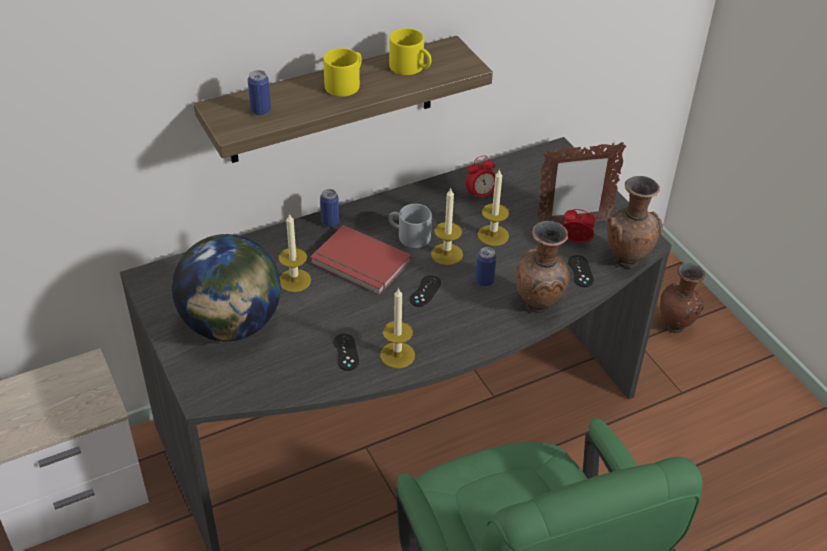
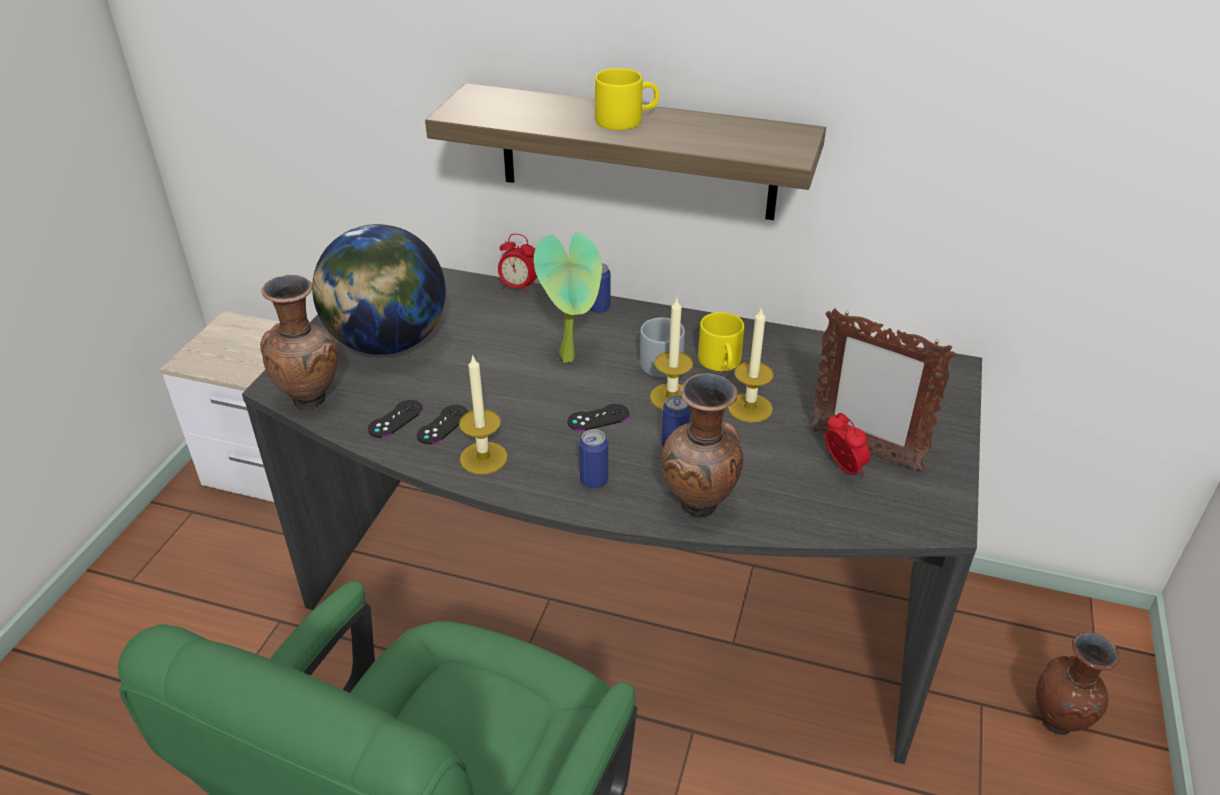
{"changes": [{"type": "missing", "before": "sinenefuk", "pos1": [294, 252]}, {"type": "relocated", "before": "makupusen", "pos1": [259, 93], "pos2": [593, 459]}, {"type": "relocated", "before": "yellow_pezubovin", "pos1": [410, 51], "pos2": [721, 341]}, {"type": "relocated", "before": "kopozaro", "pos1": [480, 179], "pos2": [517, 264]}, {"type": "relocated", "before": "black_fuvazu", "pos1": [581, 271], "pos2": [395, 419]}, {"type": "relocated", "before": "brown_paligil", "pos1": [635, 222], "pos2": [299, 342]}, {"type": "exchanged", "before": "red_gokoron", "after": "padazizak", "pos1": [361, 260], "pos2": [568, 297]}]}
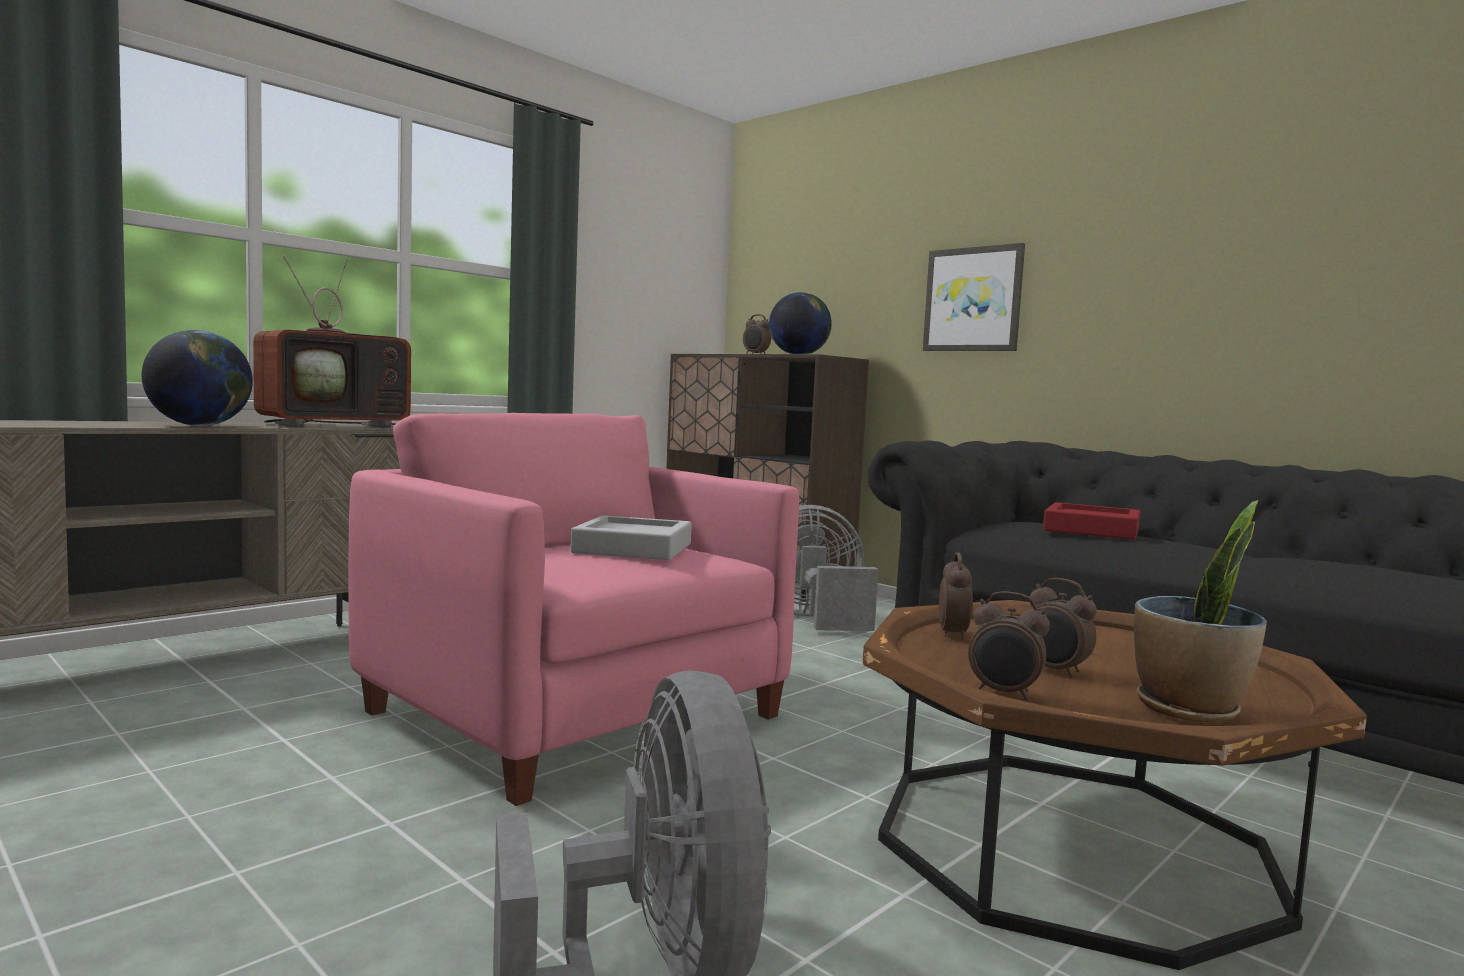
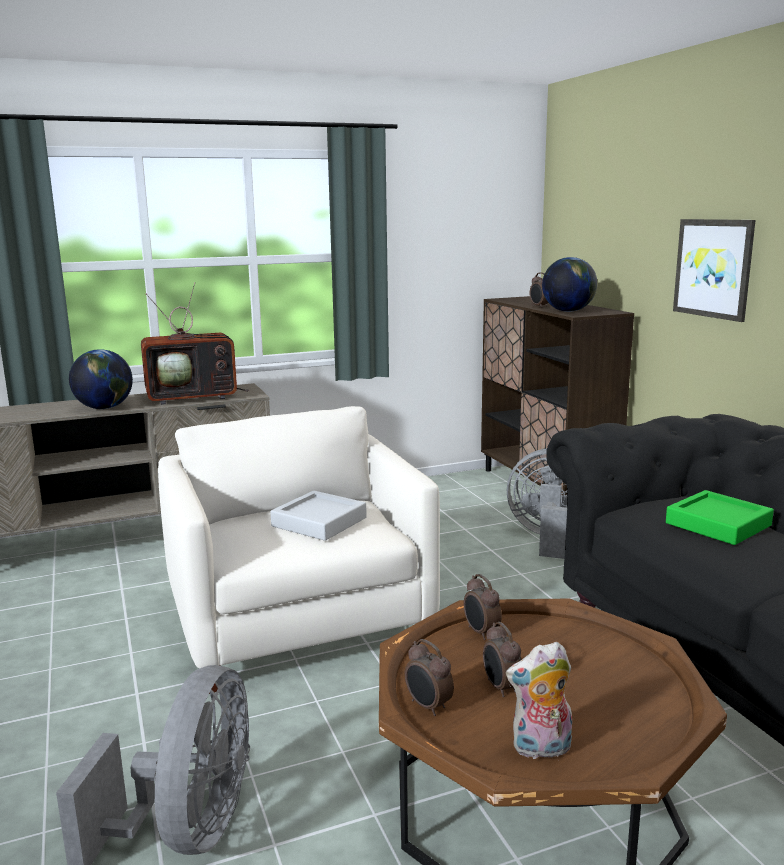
{"changes": [{"type": "exchanged", "before": "padazizak", "after": "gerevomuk", "pos1": [1200, 611], "pos2": [539, 700]}, {"type": "colour", "before": "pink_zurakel", "after": "white_zurakel", "pos1": [574, 609], "pos2": [299, 550]}, {"type": "colour", "before": "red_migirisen", "after": "green_migirisen", "pos1": [1091, 521], "pos2": [720, 517]}, {"type": "spun", "before": "kopozaro", "pos1": [956, 596], "pos2": [483, 607], "turn": 120}]}
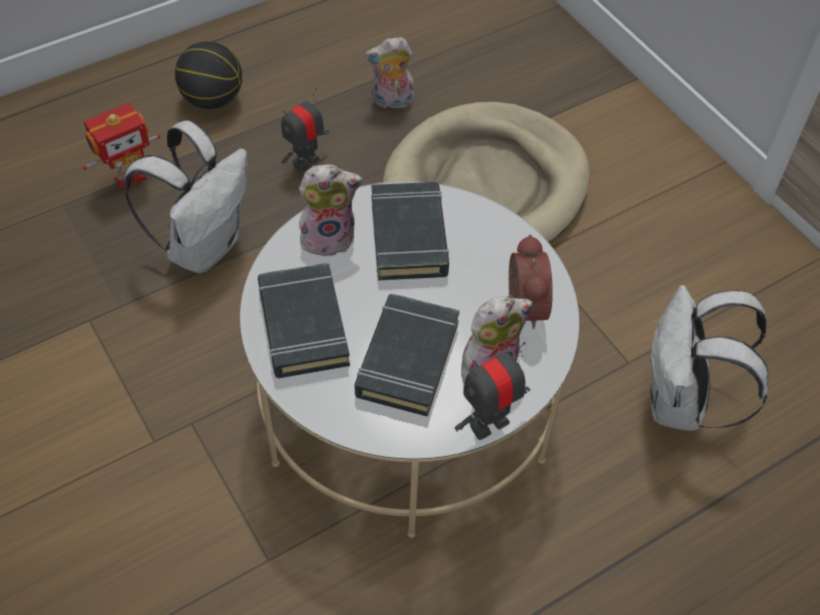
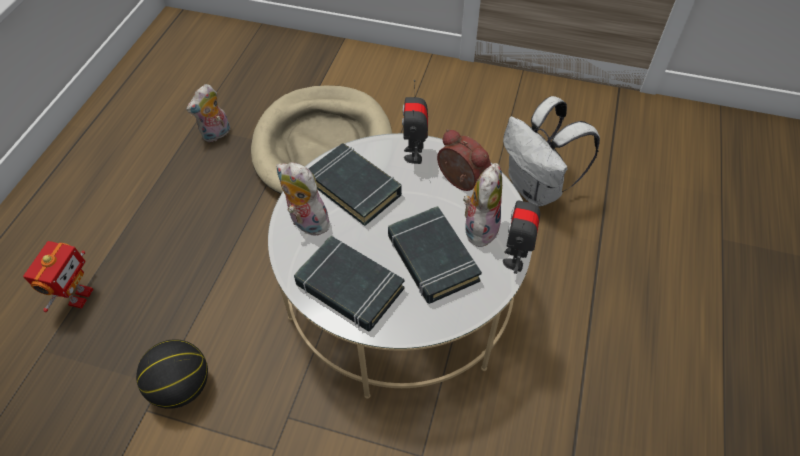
{"changes": [{"type": "missing", "before": "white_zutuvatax", "pos1": [186, 196]}, {"type": "relocated", "before": "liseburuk", "pos1": [208, 75], "pos2": [172, 374]}, {"type": "relocated", "before": "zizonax", "pos1": [305, 130], "pos2": [415, 122]}, {"type": "spun", "before": "gerevomuk", "pos1": [331, 210], "pos2": [303, 198], "turn": -90}]}
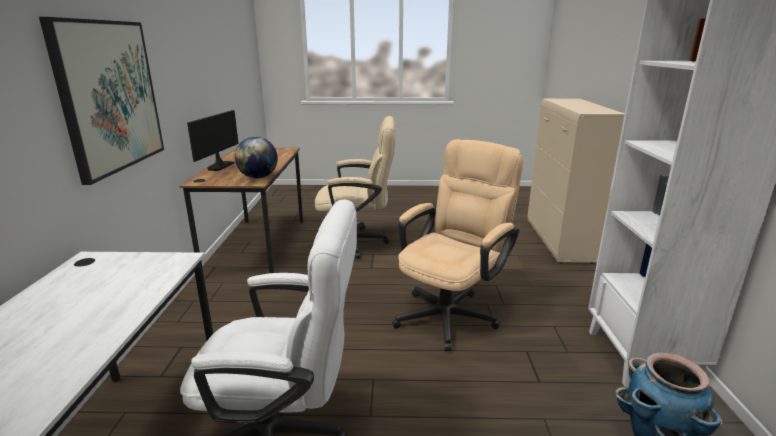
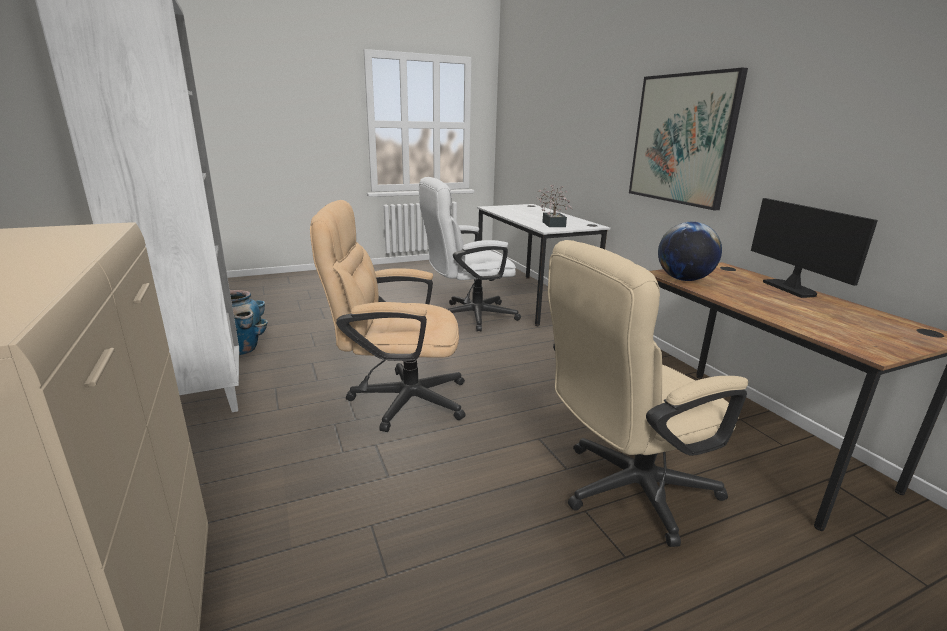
{"changes": [{"type": "appeared", "after": "padazizak", "pos2": [554, 205]}, {"type": "spun", "before": "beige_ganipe", "pos1": [457, 245], "pos2": [387, 316], "turn": 75}]}
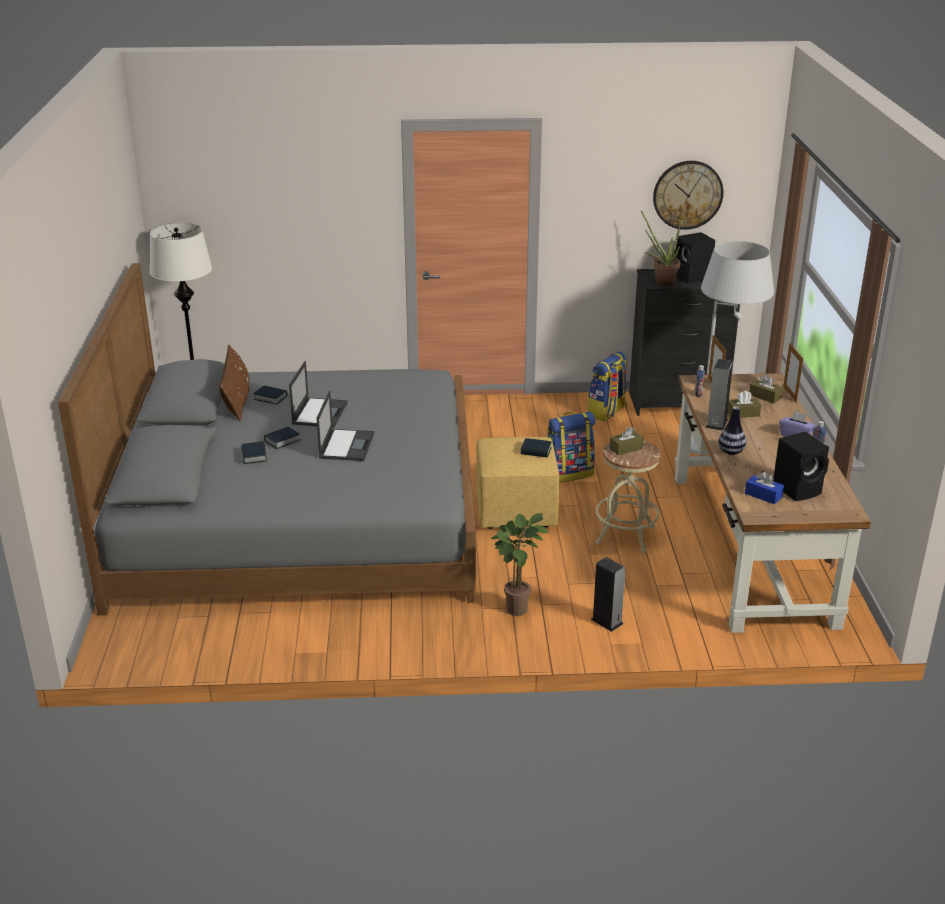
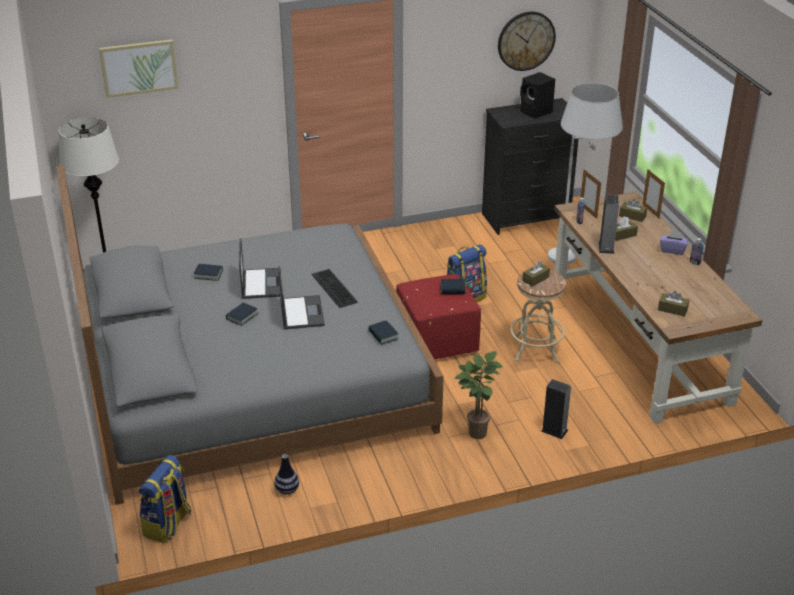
{"changes": [{"type": "missing", "before": "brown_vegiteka", "pos1": [234, 382]}, {"type": "missing", "before": "padazizak", "pos1": [661, 249]}, {"type": "missing", "before": "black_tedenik", "pos1": [801, 466]}, {"type": "appeared", "after": "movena", "pos2": [138, 69]}, {"type": "appeared", "after": "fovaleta", "pos2": [335, 288]}, {"type": "relocated", "before": "gokoron", "pos1": [254, 452], "pos2": [383, 332]}, {"type": "relocated", "before": "zutuvatax", "pos1": [607, 386], "pos2": [165, 499]}, {"type": "relocated", "before": "paligil", "pos1": [732, 430], "pos2": [286, 474]}, {"type": "colour", "before": "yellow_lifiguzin", "after": "red_lifiguzin", "pos1": [518, 483], "pos2": [438, 316]}, {"type": "colour", "before": "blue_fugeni", "after": "brown_fugeni", "pos1": [764, 487], "pos2": [673, 304]}]}
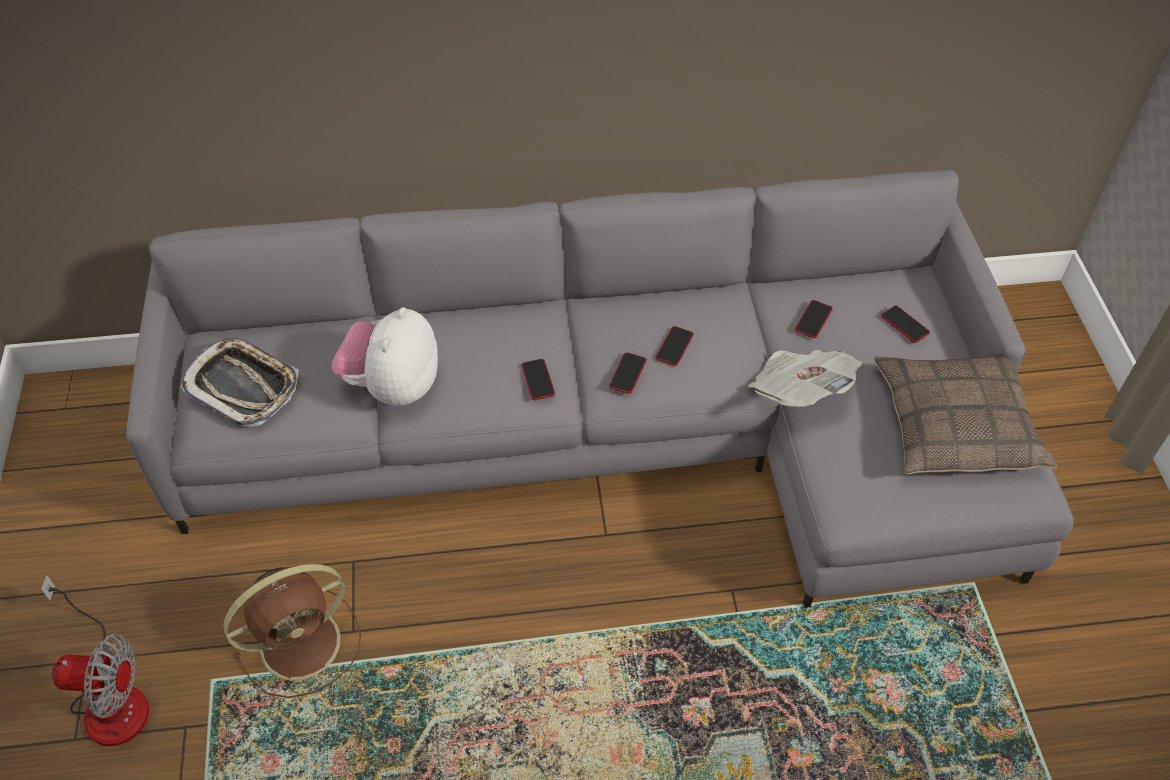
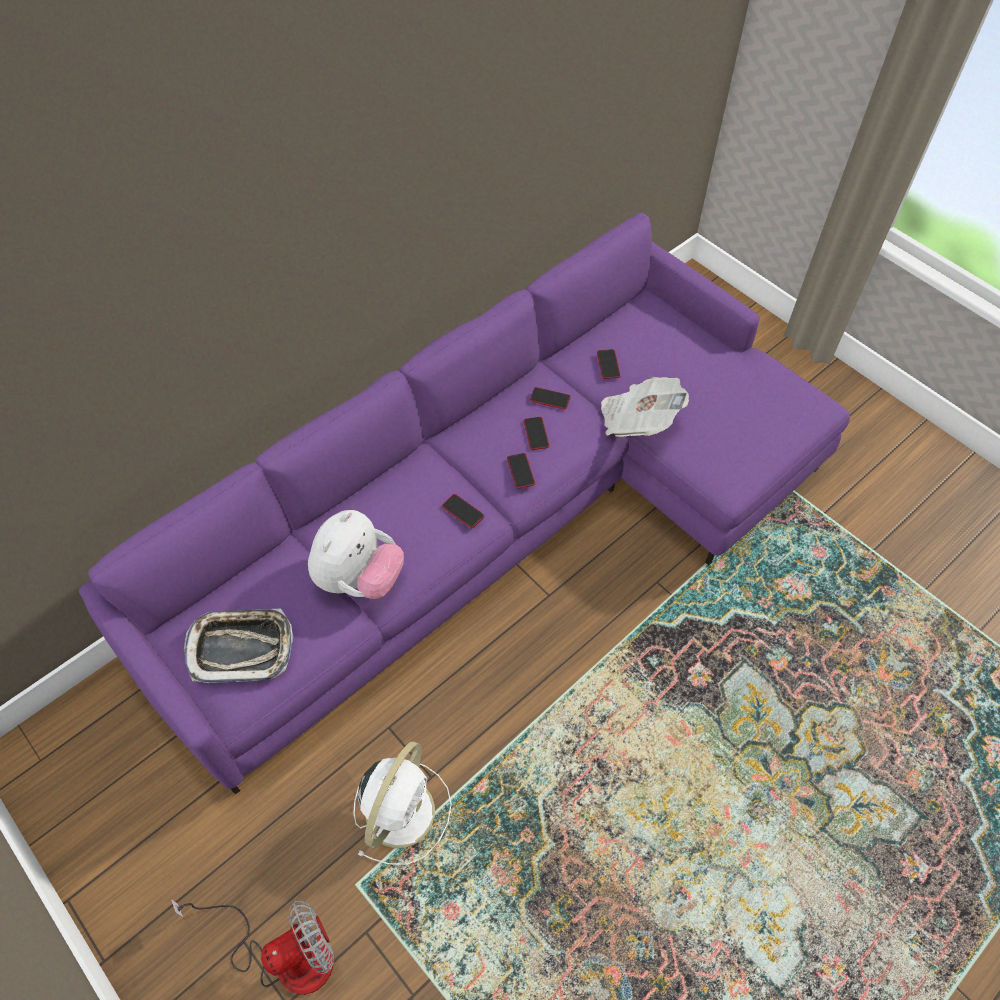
{"changes": [{"type": "missing", "before": "vegiteka", "pos1": [965, 414]}, {"type": "relocated", "before": "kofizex", "pos1": [905, 324], "pos2": [550, 398]}, {"type": "colour", "before": "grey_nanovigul", "after": "purple_nanovigul", "pos1": [599, 389], "pos2": [464, 504]}, {"type": "colour", "before": "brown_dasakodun", "after": "white_dasakodun", "pos1": [292, 631], "pos2": [402, 803]}, {"type": "spun", "before": "gerevomuk", "pos1": [385, 356], "pos2": [356, 554], "turn": -135}]}
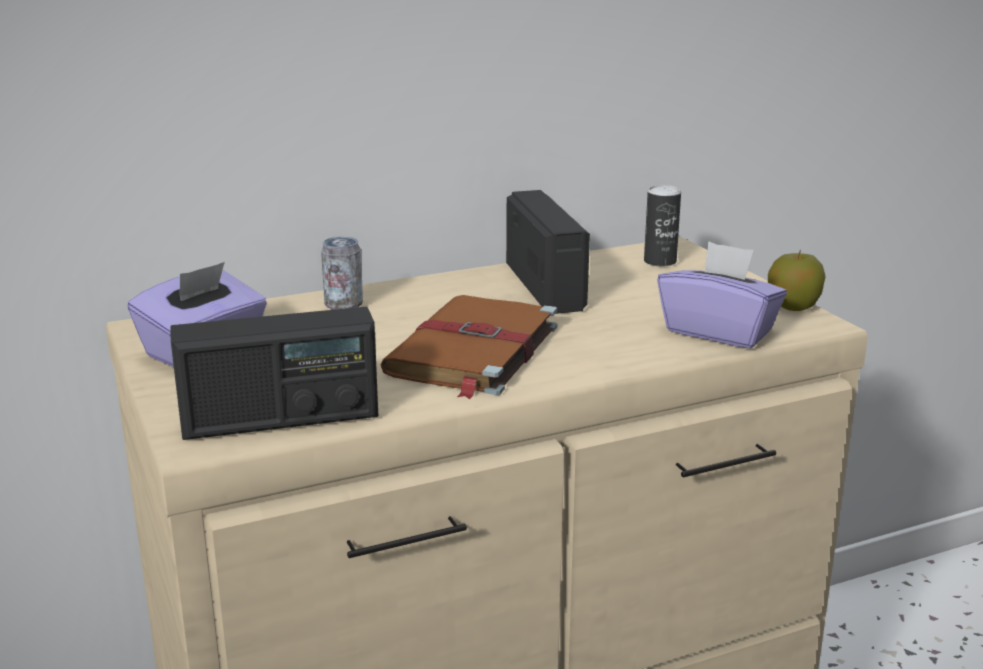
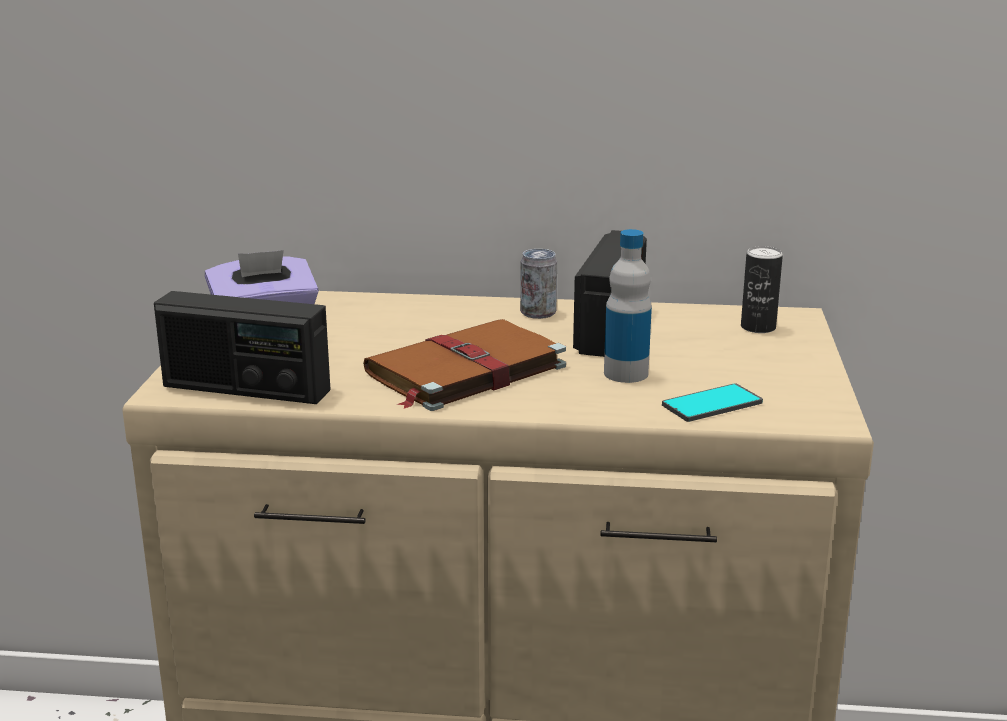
{"changes": [{"type": "missing", "before": "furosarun", "pos1": [797, 280]}, {"type": "appeared", "after": "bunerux", "pos2": [628, 306]}, {"type": "relocated", "before": "makupusen", "pos1": [342, 273], "pos2": [538, 284]}, {"type": "exchanged", "before": "purple_fugeni", "after": "kofizex", "pos1": [722, 295], "pos2": [712, 402]}]}
